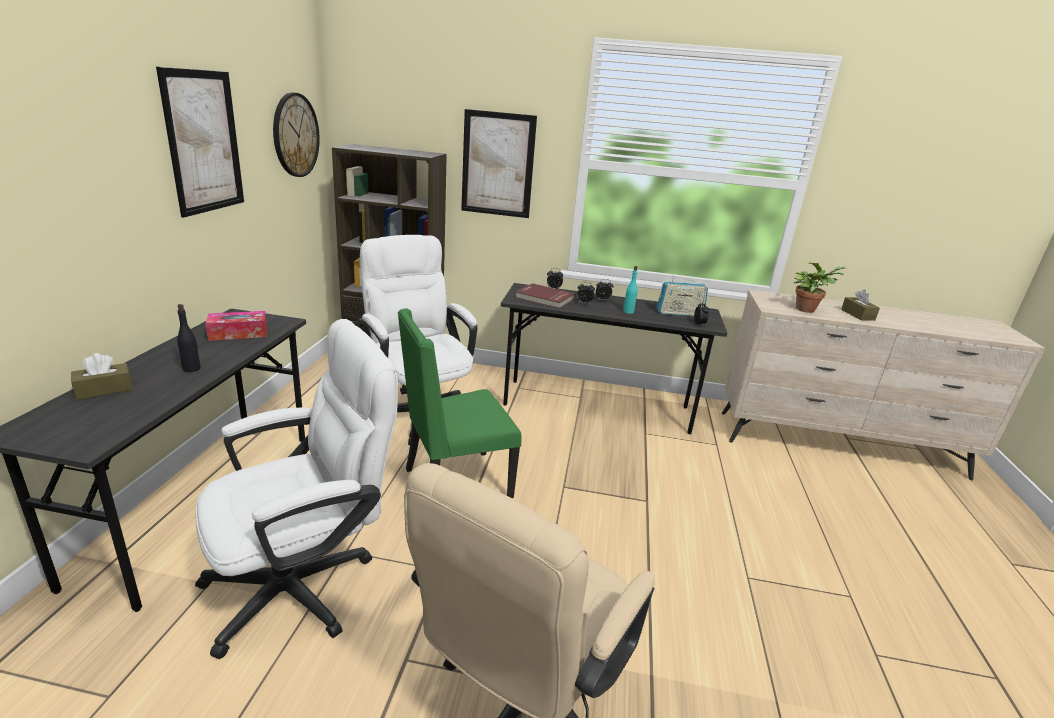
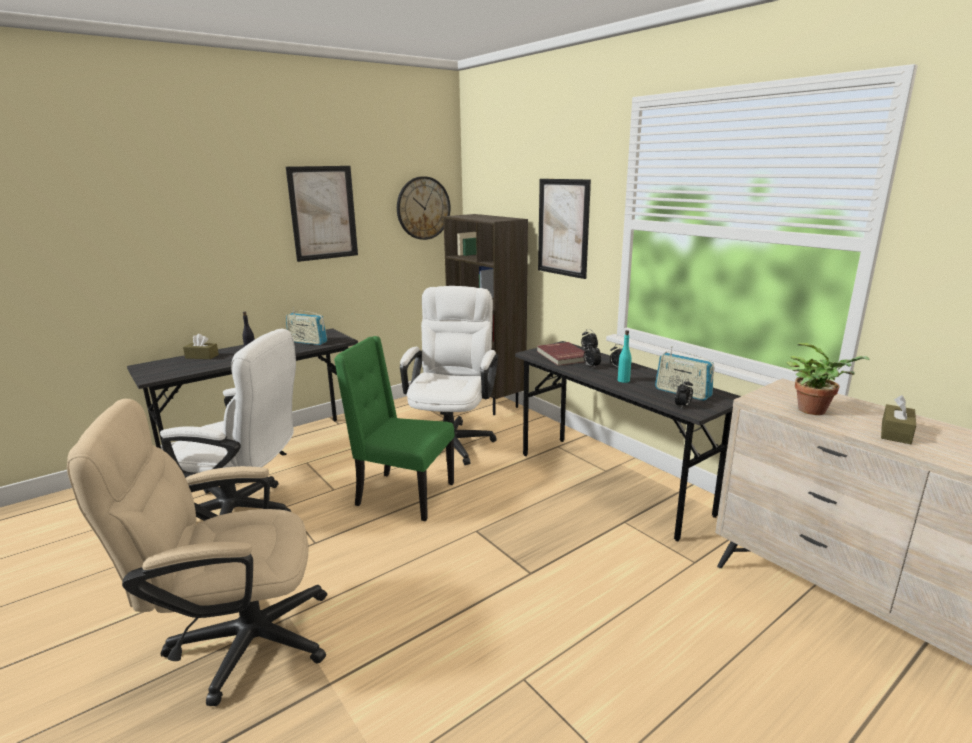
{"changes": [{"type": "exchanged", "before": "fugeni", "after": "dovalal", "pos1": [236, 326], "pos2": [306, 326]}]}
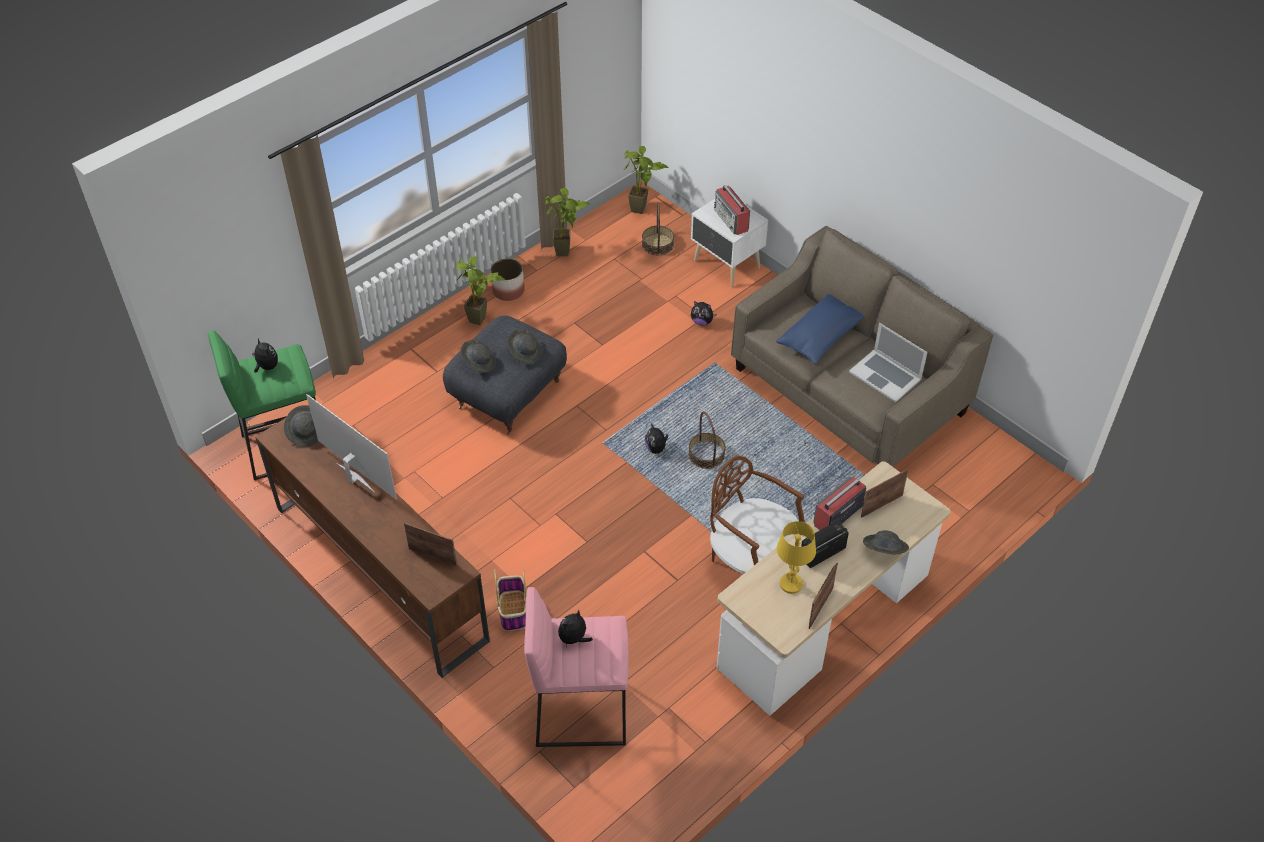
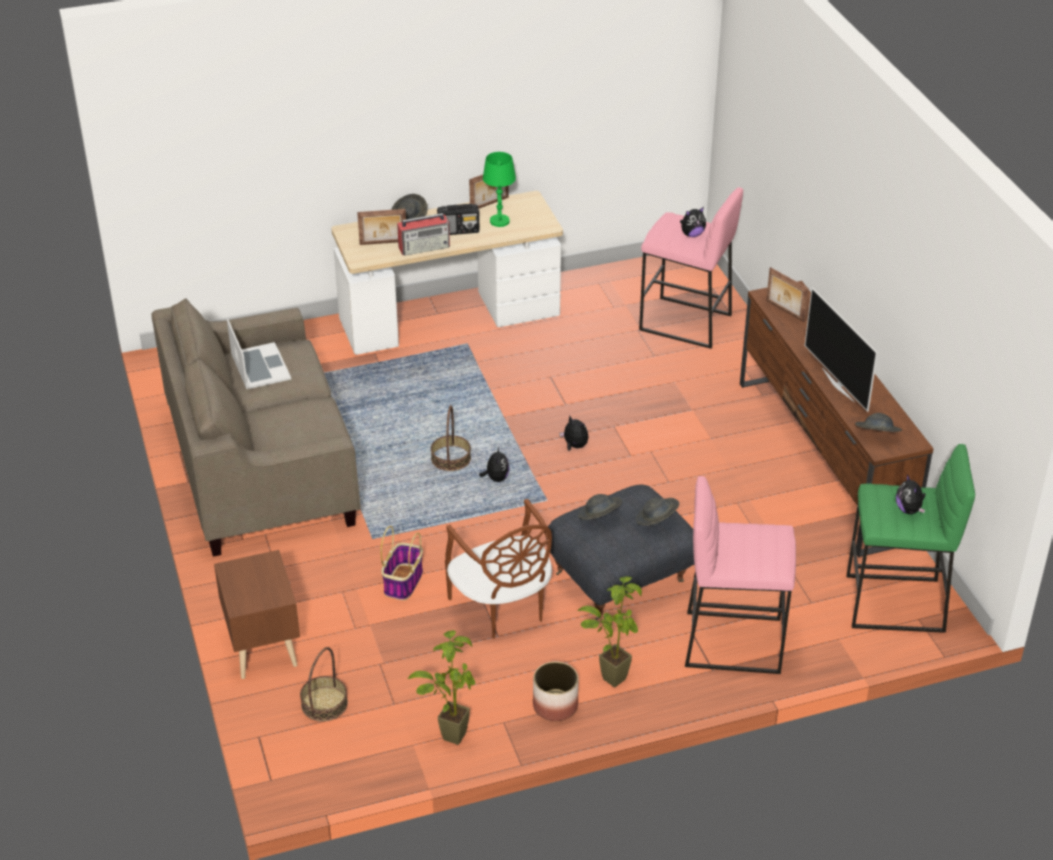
{"changes": [{"type": "missing", "before": "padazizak", "pos1": [646, 180]}, {"type": "missing", "before": "dovalal", "pos1": [732, 210]}, {"type": "missing", "before": "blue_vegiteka", "pos1": [820, 329]}, {"type": "appeared", "after": "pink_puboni", "pos2": [740, 575]}, {"type": "relocated", "before": "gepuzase", "pos1": [510, 599], "pos2": [401, 563]}, {"type": "relocated", "before": "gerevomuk", "pos1": [704, 313], "pos2": [573, 433]}, {"type": "relocated", "before": "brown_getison", "pos1": [757, 514], "pos2": [498, 569]}, {"type": "colour", "before": "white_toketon", "after": "brown_toketon", "pos1": [729, 243], "pos2": [257, 614]}, {"type": "colour", "before": "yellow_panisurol", "after": "green_panisurol", "pos1": [796, 557], "pos2": [499, 189]}]}
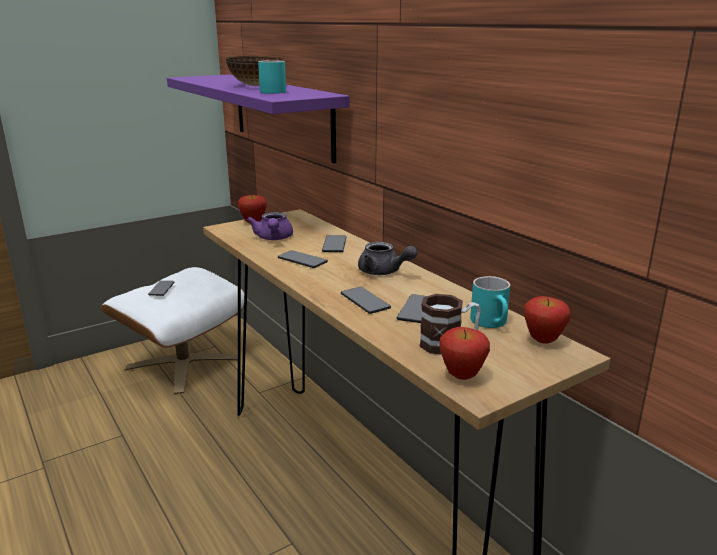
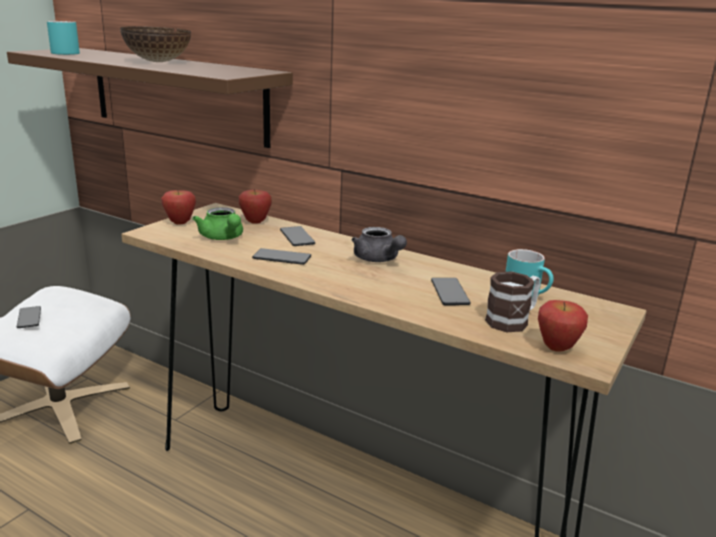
{"changes": [{"type": "missing", "before": "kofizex", "pos1": [366, 300]}, {"type": "relocated", "before": "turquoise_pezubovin", "pos1": [272, 77], "pos2": [63, 38]}, {"type": "relocated", "before": "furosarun", "pos1": [547, 320], "pos2": [255, 206]}, {"type": "colour", "before": "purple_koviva", "after": "brown_koviva", "pos1": [258, 119], "pos2": [150, 98]}, {"type": "colour", "before": "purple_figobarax", "after": "green_figobarax", "pos1": [270, 226], "pos2": [218, 223]}, {"type": "spun", "before": "grey_figobarax", "pos1": [387, 258], "pos2": [379, 244], "turn": 45}]}
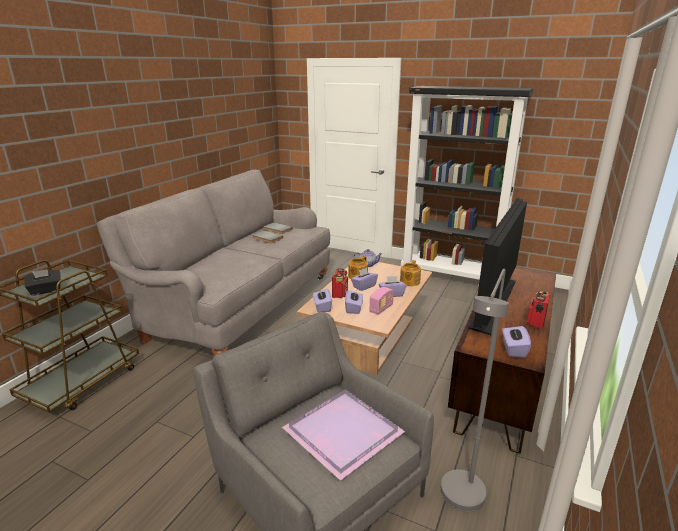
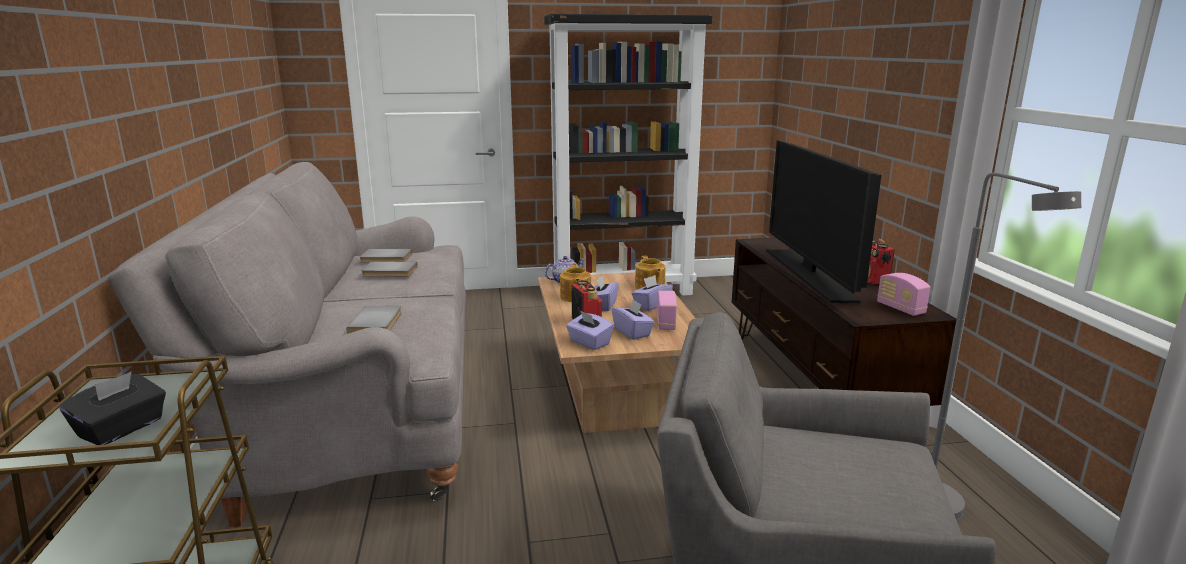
{"changes": [{"type": "missing", "before": "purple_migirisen", "pos1": [343, 435]}, {"type": "appeared", "after": "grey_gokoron", "pos2": [374, 320]}, {"type": "exchanged", "before": "purple_fugeni", "after": "dovalal", "pos1": [516, 340], "pos2": [903, 294]}]}
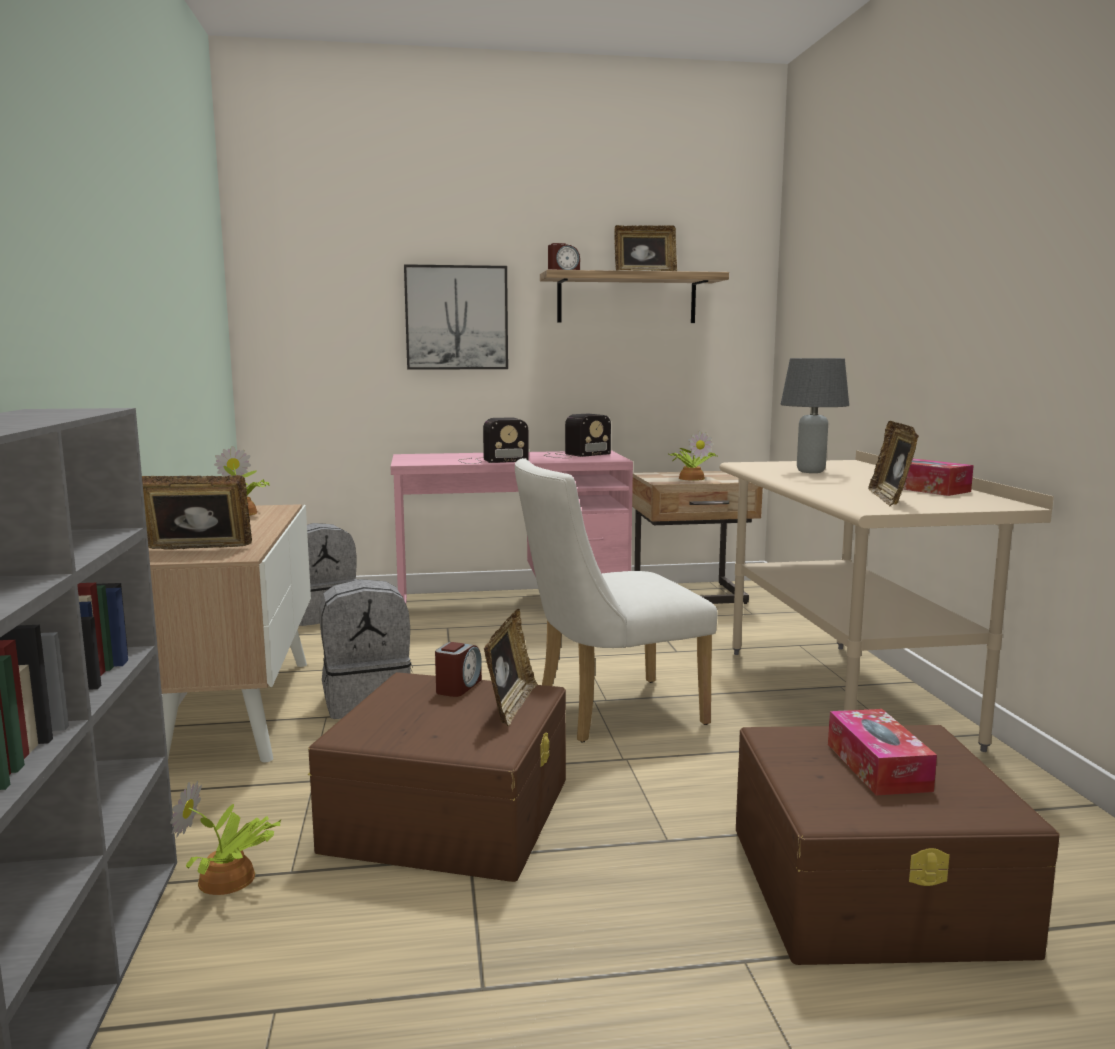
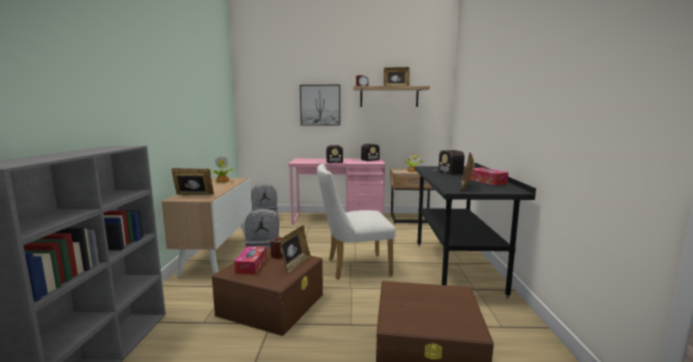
{"changes": [{"type": "missing", "before": "padazizak", "pos1": [225, 838]}, {"type": "relocated", "before": "fugeni", "pos1": [882, 752], "pos2": [250, 260]}, {"type": "exchanged", "before": "grey_panisurol", "after": "dovalal", "pos1": [814, 415], "pos2": [449, 162]}, {"type": "colour", "before": "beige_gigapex", "after": "black_gigapex", "pos1": [886, 601], "pos2": [475, 230]}]}
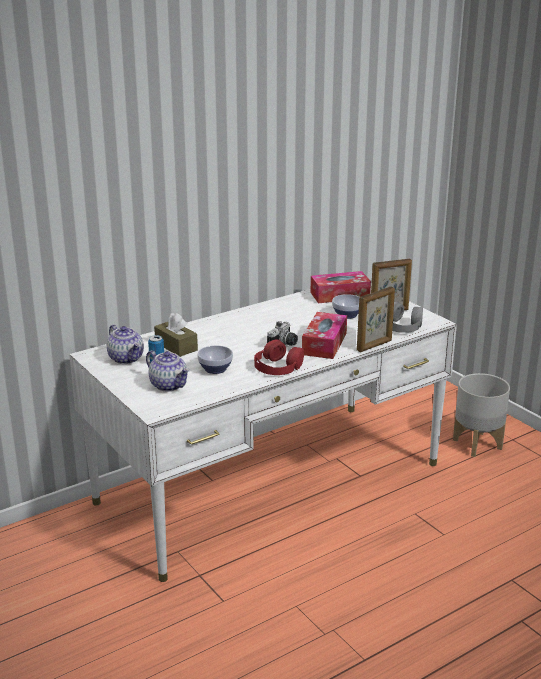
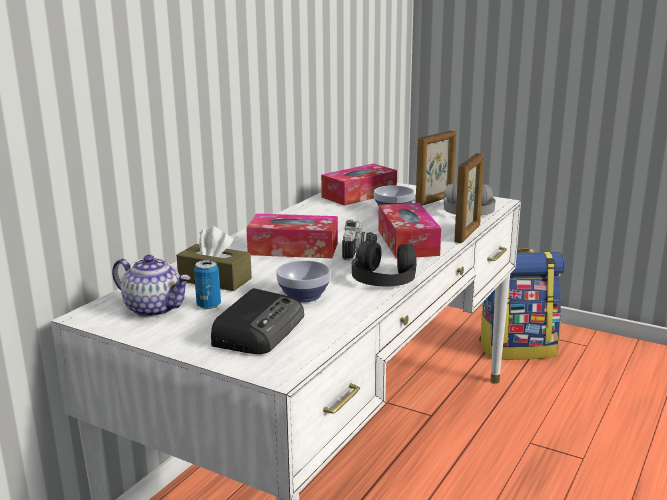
{"changes": [{"type": "appeared", "after": "fugeni", "pos2": [292, 236]}, {"type": "exchanged", "before": "figobarax", "after": "dovalal", "pos1": [168, 371], "pos2": [257, 321]}, {"type": "exchanged", "before": "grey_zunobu", "after": "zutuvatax", "pos1": [481, 415], "pos2": [522, 304]}, {"type": "colour", "before": "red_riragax", "after": "black_riragax", "pos1": [279, 357], "pos2": [384, 263]}]}
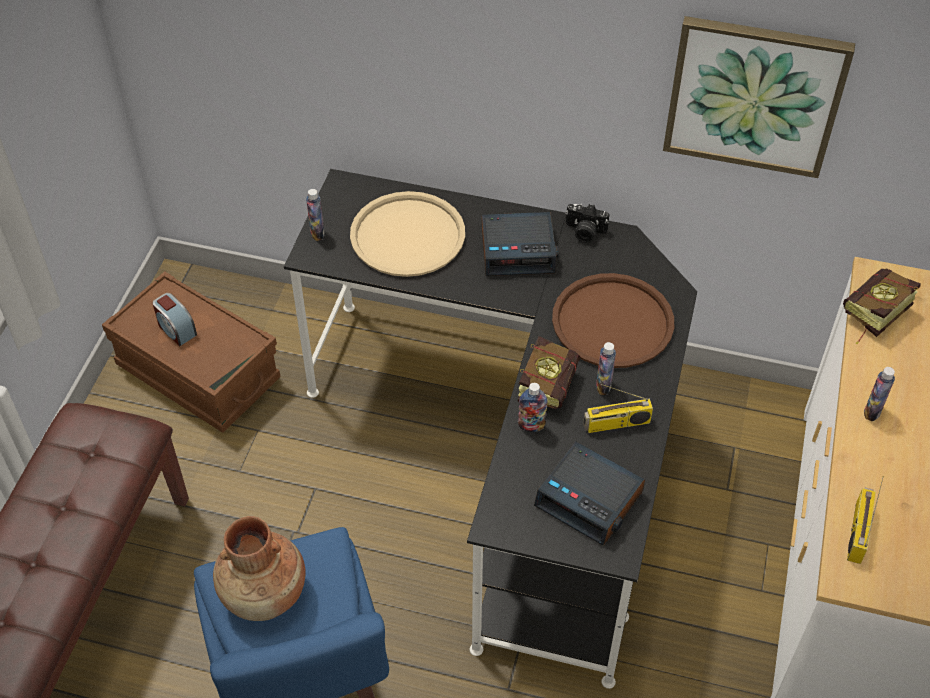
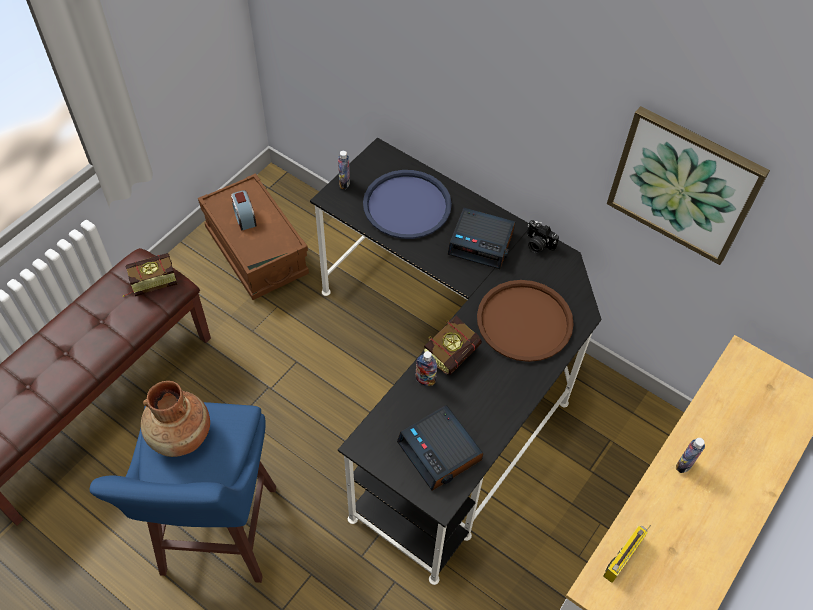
{"changes": [{"type": "missing", "before": "dovalal", "pos1": [618, 408]}, {"type": "missing", "before": "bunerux", "pos1": [606, 368]}, {"type": "relocated", "before": "gokoron", "pos1": [882, 306], "pos2": [150, 275]}, {"type": "colour", "before": "beige_migirisen", "after": "blue_migirisen", "pos1": [407, 234], "pos2": [407, 204]}]}
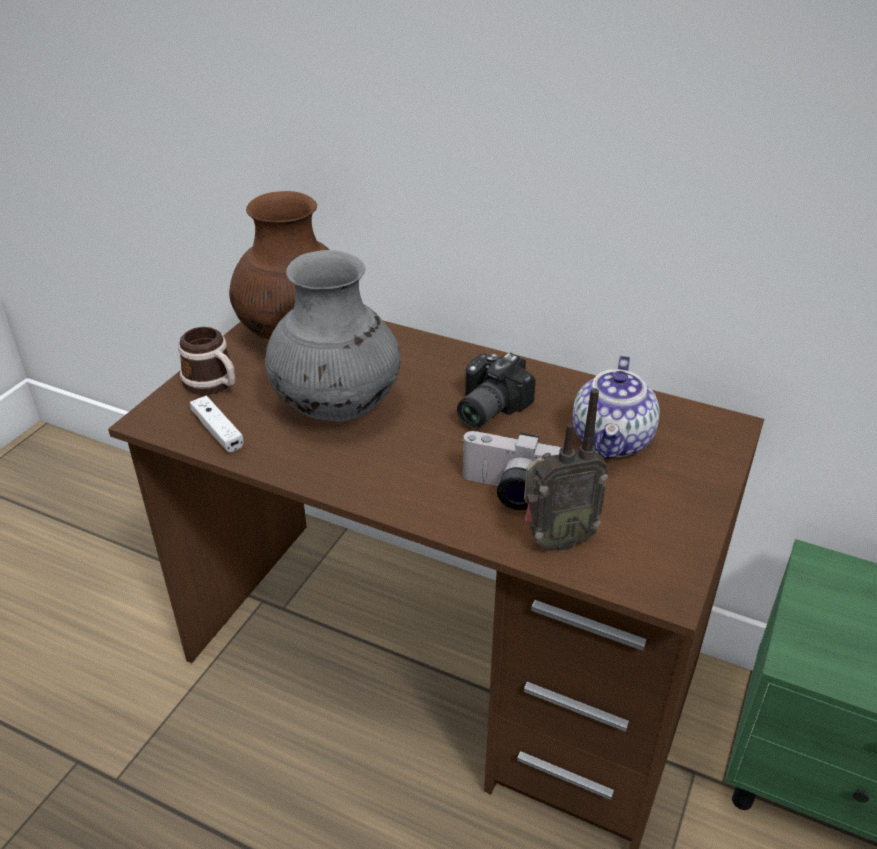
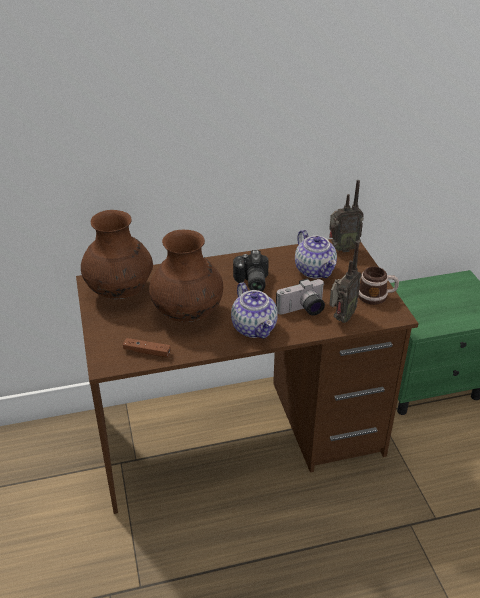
{"changes": [{"type": "appeared", "after": "figobarax", "pos2": [254, 310]}, {"type": "appeared", "after": "dovalal", "pos2": [346, 216]}, {"type": "relocated", "before": "pezubovin", "pos1": [206, 361], "pos2": [378, 286]}, {"type": "colour", "before": "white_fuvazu", "after": "brown_fuvazu", "pos1": [217, 424], "pos2": [147, 348]}, {"type": "colour", "before": "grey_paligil", "after": "brown_paligil", "pos1": [333, 336], "pos2": [186, 276]}]}
